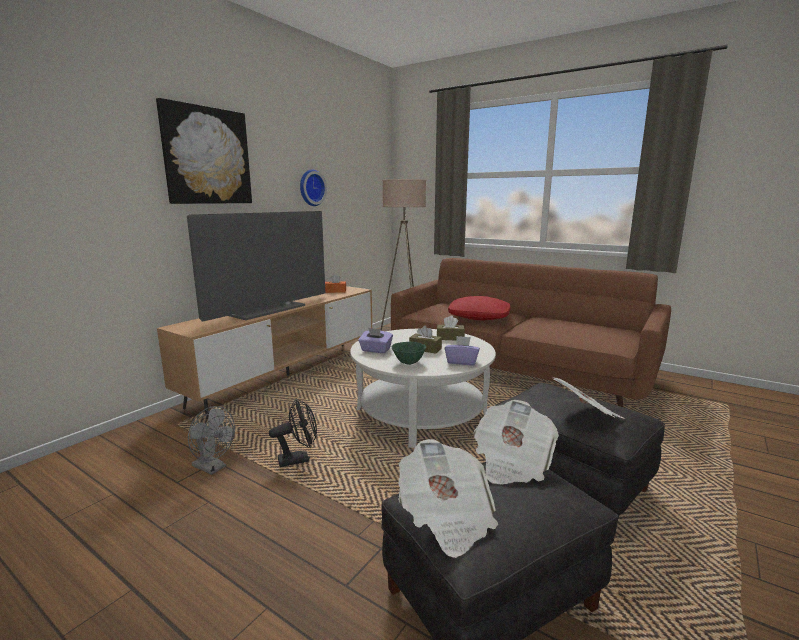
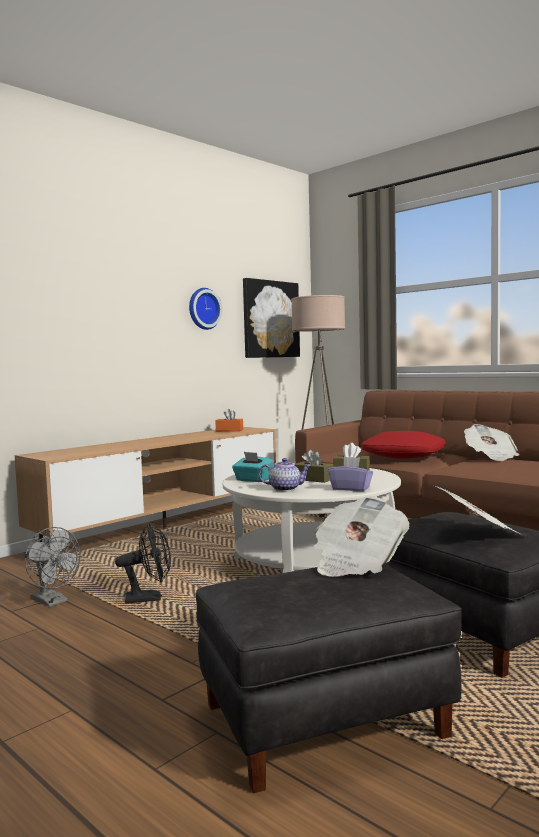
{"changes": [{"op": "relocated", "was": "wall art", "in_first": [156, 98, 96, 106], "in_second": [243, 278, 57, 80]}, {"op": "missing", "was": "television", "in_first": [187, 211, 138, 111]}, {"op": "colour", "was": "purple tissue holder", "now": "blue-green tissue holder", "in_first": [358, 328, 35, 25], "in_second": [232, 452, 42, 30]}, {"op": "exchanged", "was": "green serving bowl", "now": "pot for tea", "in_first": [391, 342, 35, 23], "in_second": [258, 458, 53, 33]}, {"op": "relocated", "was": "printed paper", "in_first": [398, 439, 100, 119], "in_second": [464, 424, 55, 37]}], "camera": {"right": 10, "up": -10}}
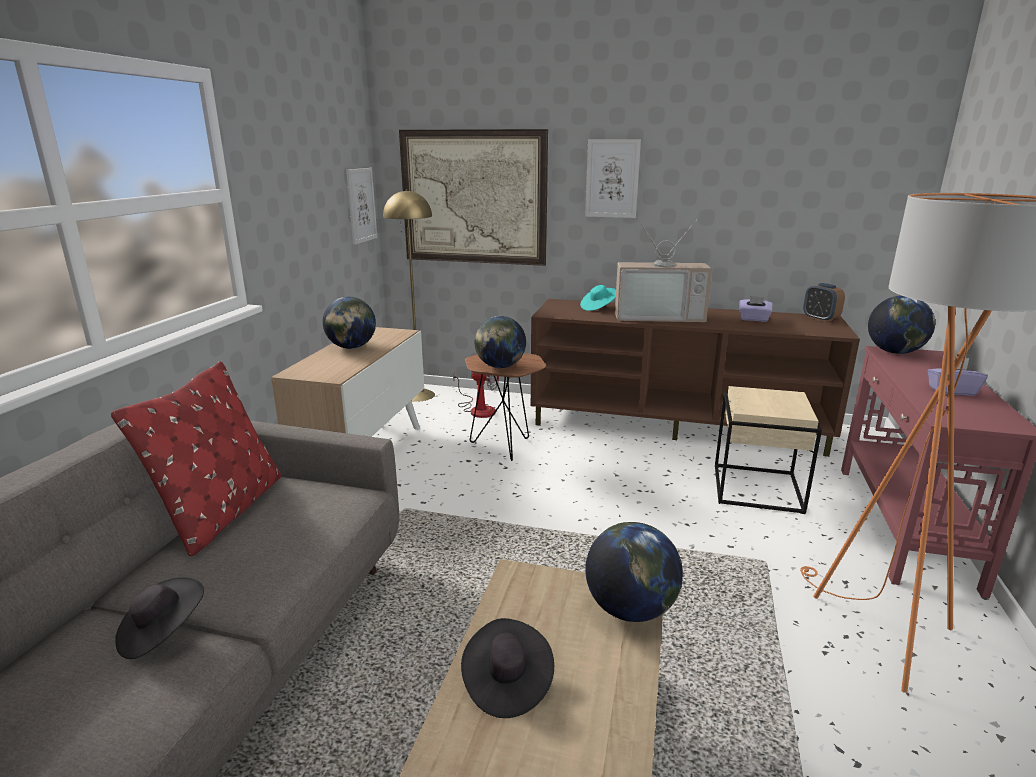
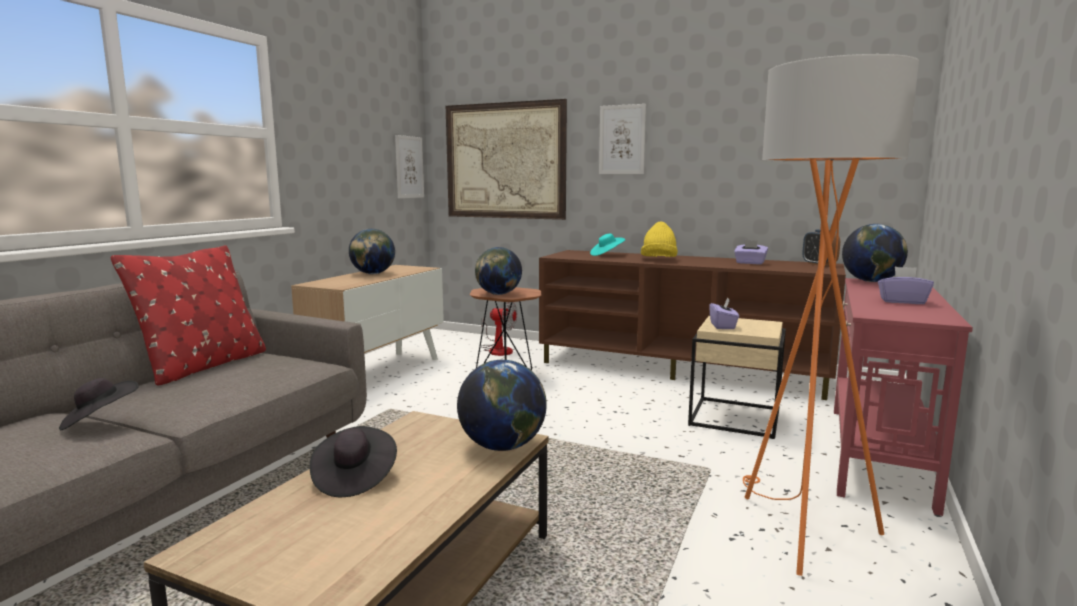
{"changes": [{"op": "missing", "was": "yellow standing lamp", "in_first": [383, 190, 52, 212]}, {"op": "exchanged", "was": "television", "now": "yellow hat", "in_first": [615, 219, 97, 103], "in_second": [641, 222, 37, 35]}, {"op": "appeared", "now": "purple tissue holder", "in_second": [709, 298, 30, 31]}], "camera": {"right": 10, "up": -10}}
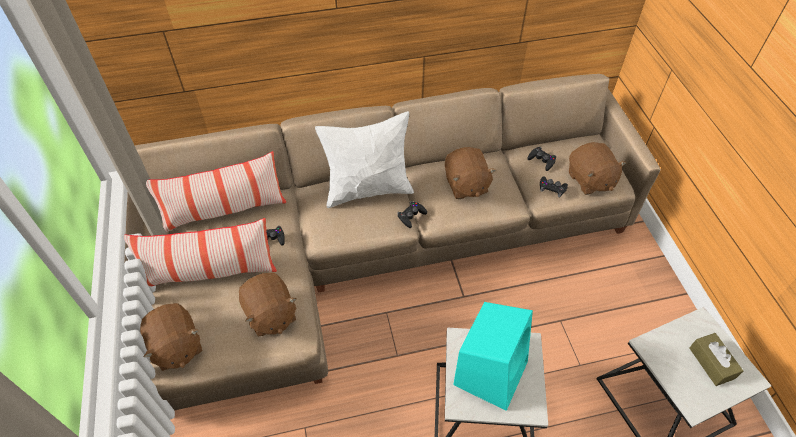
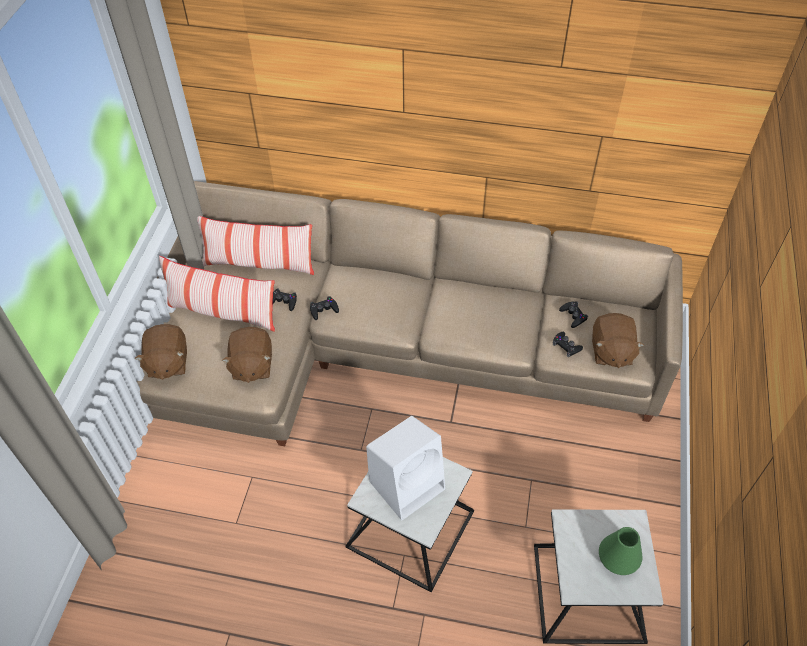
{"changes": [{"op": "missing", "was": "whitish pillow", "in_first": [315, 111, 99, 97]}, {"op": "relocated", "was": "black-coloured game controller", "in_first": [397, 201, 30, 27], "in_second": [310, 296, 29, 24]}, {"op": "missing", "was": "brown-coloured plush toy", "in_first": [445, 147, 51, 52]}, {"op": "colour", "was": "blue-green audio speaker", "now": "whitish audio speaker", "in_first": [453, 302, 80, 109], "in_second": [366, 416, 79, 104]}, {"op": "exchanged", "was": "brown-coloured tissue holder", "now": "green vase", "in_first": [689, 333, 54, 53], "in_second": [599, 527, 43, 48]}], "camera": {"right": 25, "up": 0}}
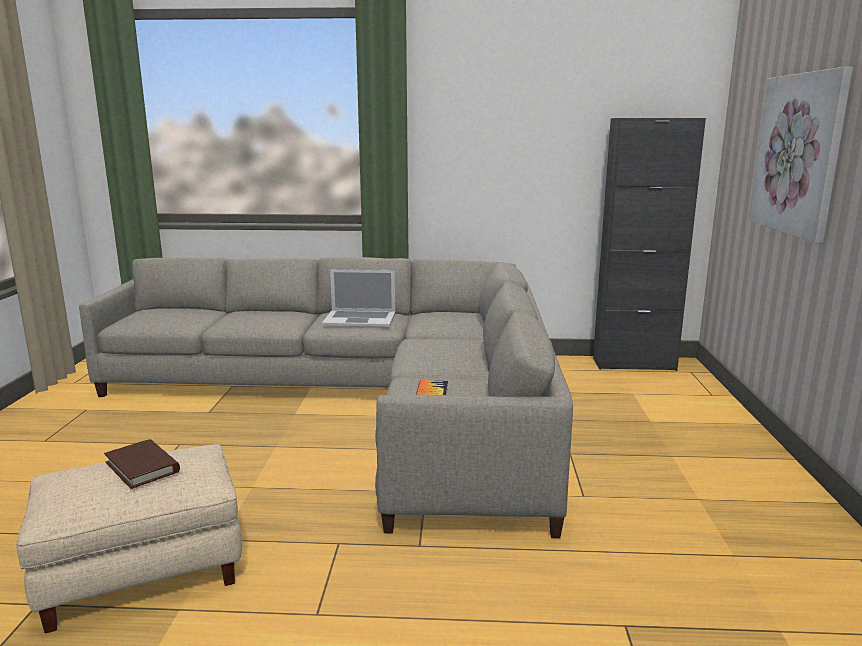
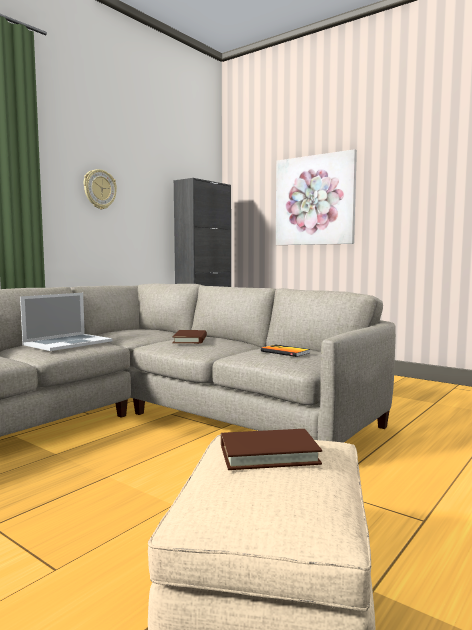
{"changes": [{"op": "appeared", "now": "clock on the wall", "in_second": [84, 169, 33, 40]}, {"op": "appeared", "now": "brown-coloured volume", "in_second": [173, 330, 34, 14]}], "camera": {"right": -55, "up": -10}}
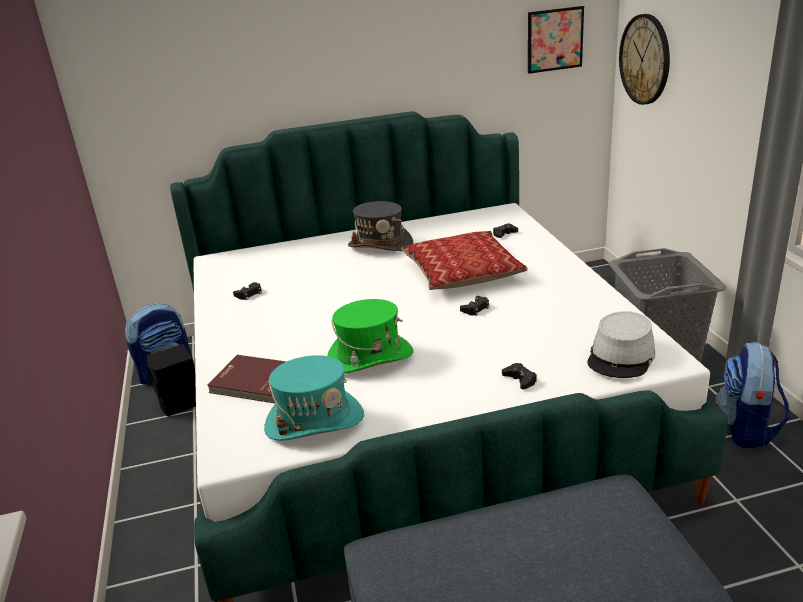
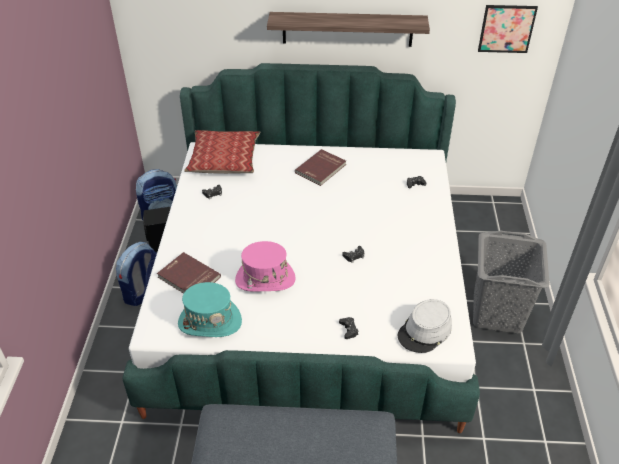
{"changes": [{"op": "colour", "was": "green hat", "now": "pink-coloured hat", "in_first": [327, 299, 86, 74], "in_second": [235, 241, 61, 51]}, {"op": "exchanged", "was": "grey hat", "now": "red volume", "in_first": [348, 201, 65, 50], "in_second": [295, 149, 51, 37]}, {"op": "relocated", "was": "pillow", "in_first": [401, 231, 127, 59], "in_second": [184, 130, 76, 44]}, {"op": "missing", "was": "clock on the wall", "in_first": [619, 14, 51, 91]}, {"op": "relocated", "was": "backpack", "in_first": [715, 342, 75, 106], "in_second": [116, 242, 41, 64]}, {"op": "appeared", "now": "shelf", "in_second": [267, 12, 163, 35]}], "camera": {"right": 15, "up": 15}}
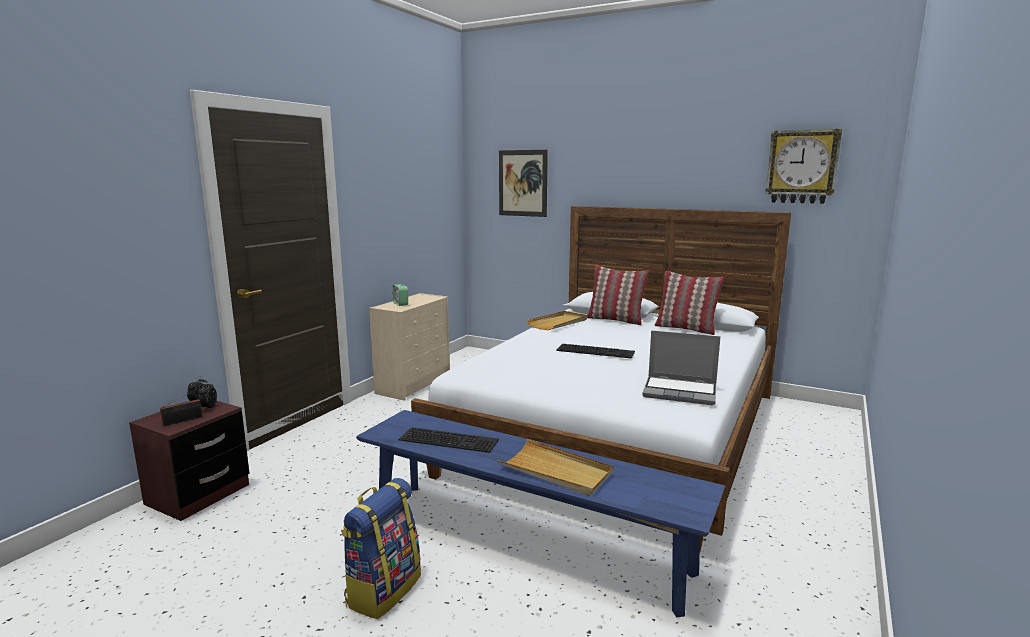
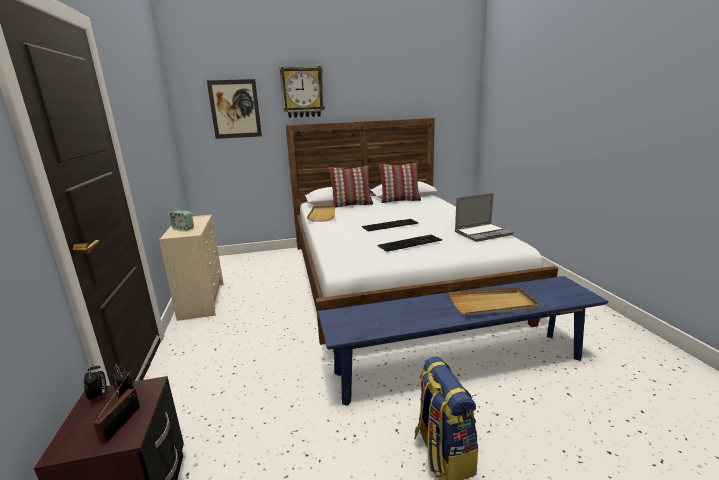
{"changes": [{"op": "relocated", "was": "keyboard", "in_first": [399, 427, 100, 26], "in_second": [377, 234, 65, 18]}, {"op": "relocated", "was": "clock on the wall", "in_first": [766, 129, 76, 75], "in_second": [280, 66, 45, 52]}], "camera": {"right": -40, "up": 5}}
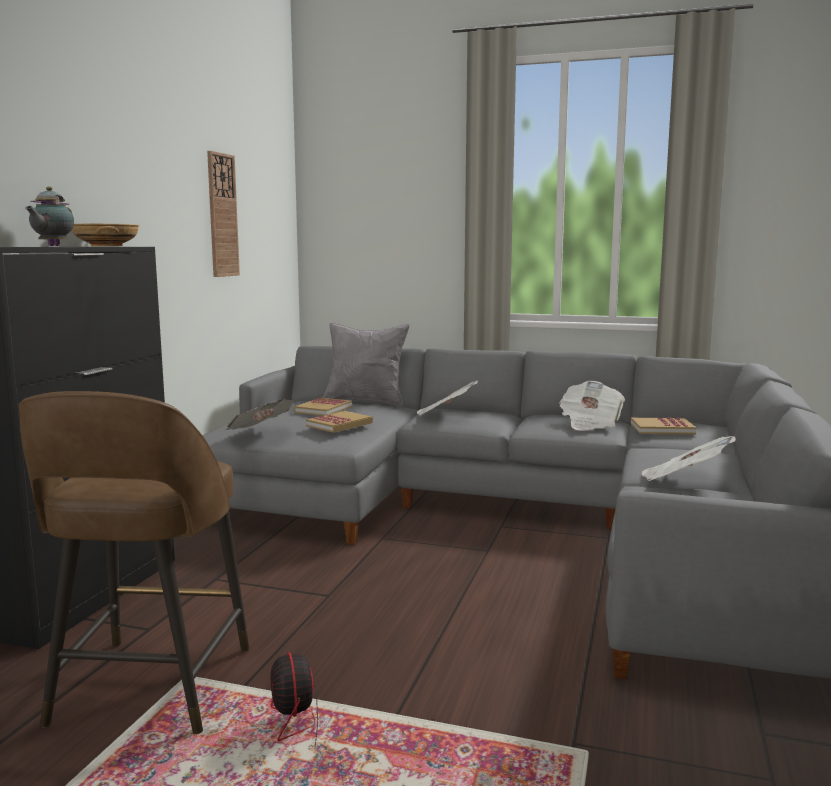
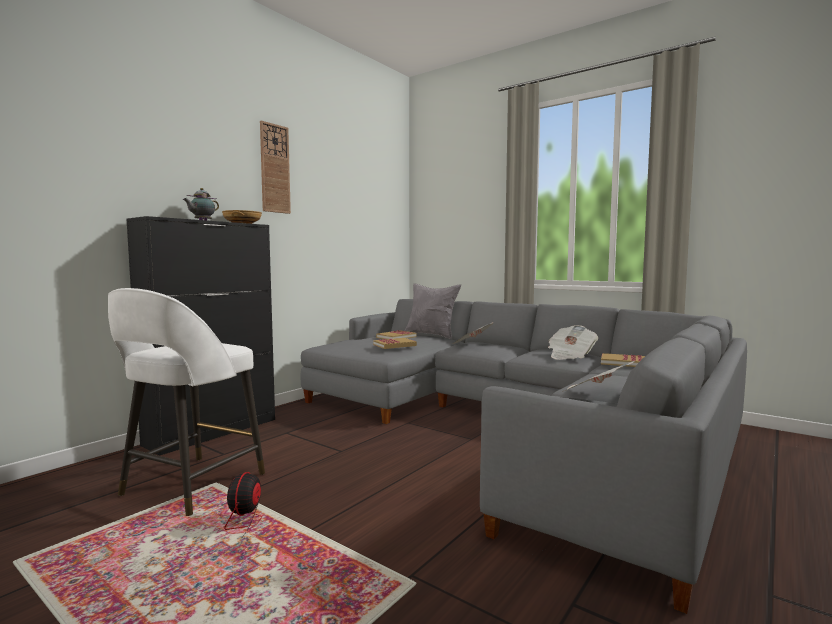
{"changes": [{"op": "colour", "was": "brown-coloured stool", "now": "whitish stool", "in_first": [18, 391, 231, 343], "in_second": [108, 288, 157, 228]}, {"op": "relocated", "was": "clock on the wall", "in_first": [207, 151, 33, 126], "in_second": [260, 120, 31, 94]}, {"op": "missing", "was": "printed paper", "in_first": [225, 399, 69, 31]}], "camera": {"right": 20, "up": -5}}
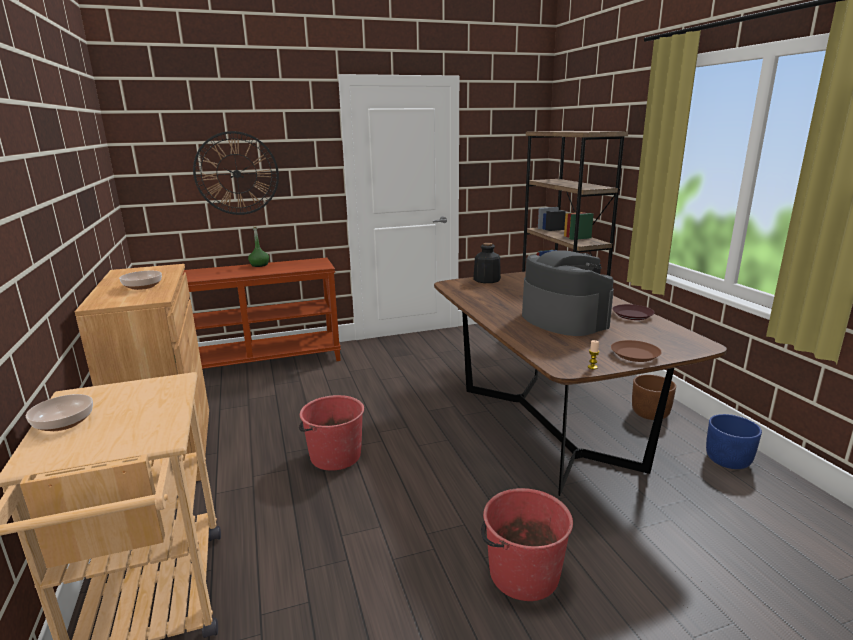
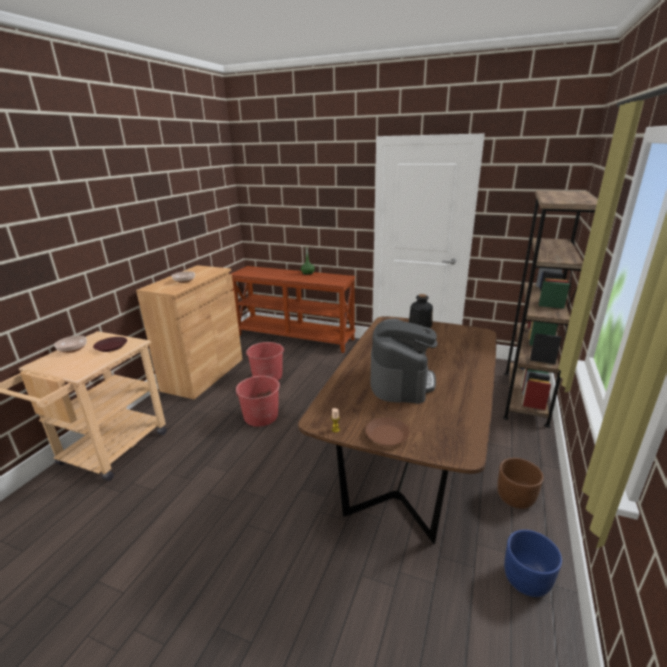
{"changes": [{"op": "missing", "was": "clock on the wall", "in_first": [193, 131, 86, 84]}, {"op": "relocated", "was": "red pail", "in_first": [481, 488, 92, 113], "in_second": [245, 342, 40, 38]}, {"op": "relocated", "was": "brown-coloured dinner plate", "in_first": [612, 304, 42, 16], "in_second": [93, 337, 34, 15]}], "camera": {"right": 40, "up": 5}}
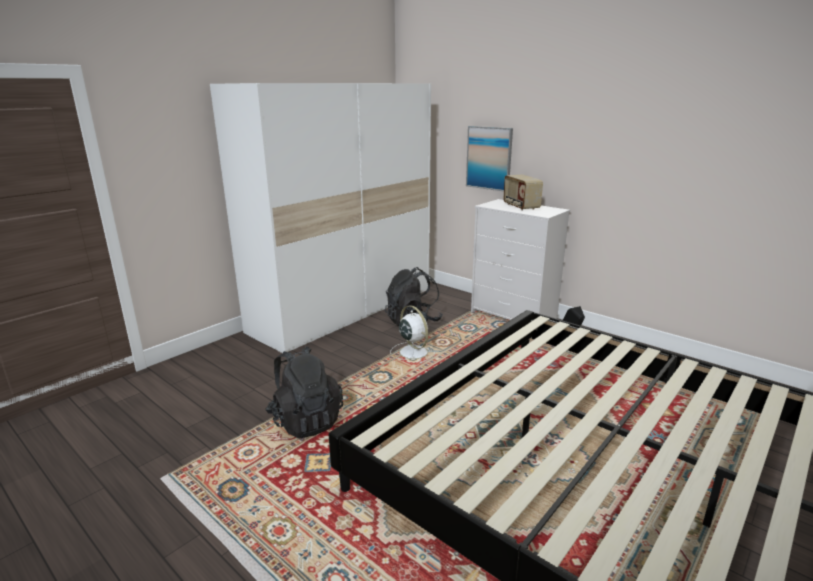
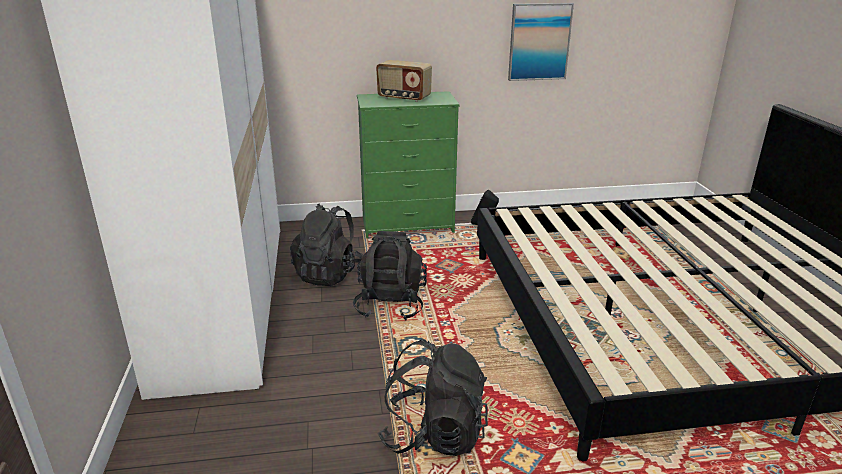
{"changes": [{"op": "exchanged", "was": "whitish electric fan", "now": "black-coloured backpack", "in_first": [390, 305, 45, 58], "in_second": [353, 231, 74, 89]}, {"op": "relocated", "was": "wall art", "in_first": [466, 126, 47, 66], "in_second": [508, 3, 66, 78]}, {"op": "colour", "was": "whitish dresser", "now": "green dresser", "in_first": [471, 199, 99, 121], "in_second": [357, 91, 103, 147]}], "camera": {"right": -50, "up": 5}}
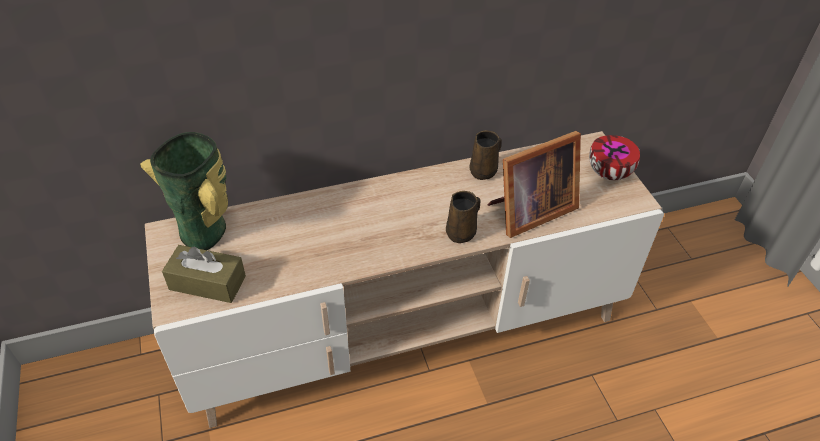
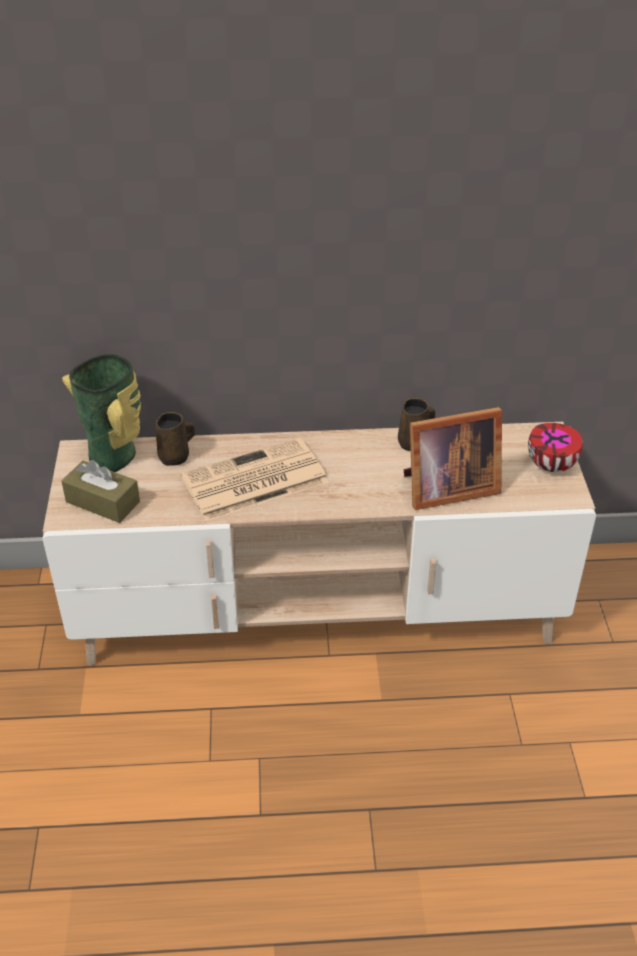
{"changes": [{"op": "relocated", "was": "brown-coloured coffee mug", "in_first": [446, 191, 35, 52], "in_second": [156, 412, 39, 54]}, {"op": "appeared", "now": "printed paper", "in_second": [181, 438, 147, 83]}], "camera": {"right": 15, "up": -5}}
